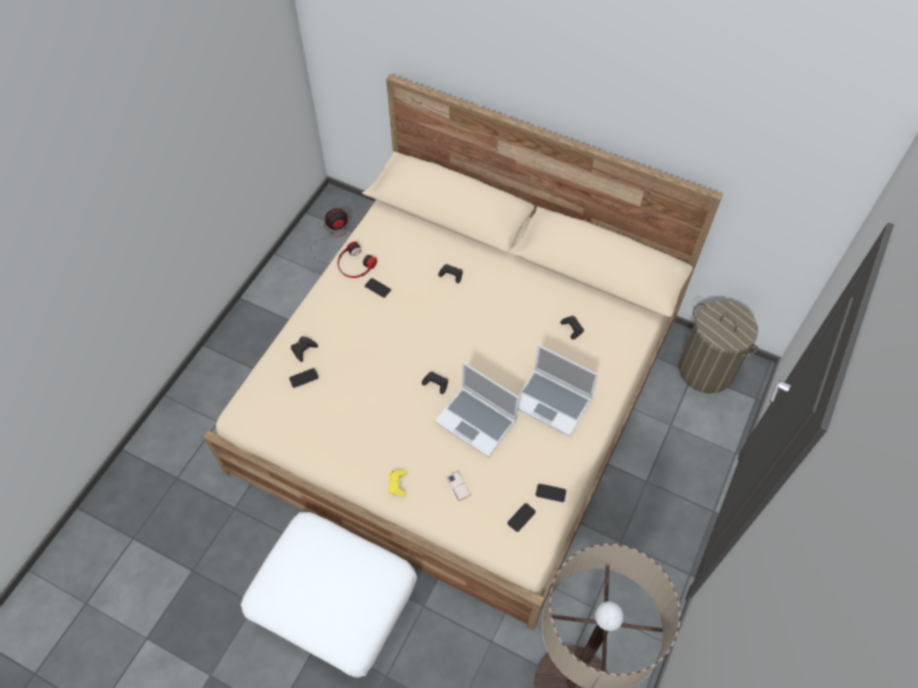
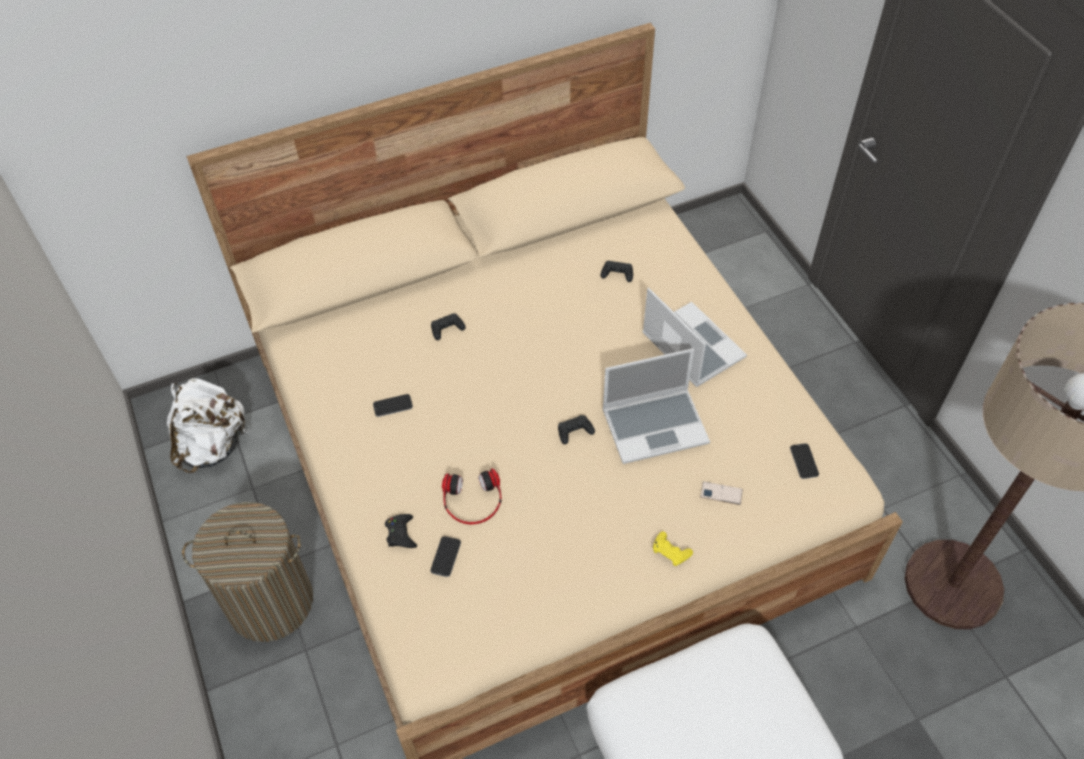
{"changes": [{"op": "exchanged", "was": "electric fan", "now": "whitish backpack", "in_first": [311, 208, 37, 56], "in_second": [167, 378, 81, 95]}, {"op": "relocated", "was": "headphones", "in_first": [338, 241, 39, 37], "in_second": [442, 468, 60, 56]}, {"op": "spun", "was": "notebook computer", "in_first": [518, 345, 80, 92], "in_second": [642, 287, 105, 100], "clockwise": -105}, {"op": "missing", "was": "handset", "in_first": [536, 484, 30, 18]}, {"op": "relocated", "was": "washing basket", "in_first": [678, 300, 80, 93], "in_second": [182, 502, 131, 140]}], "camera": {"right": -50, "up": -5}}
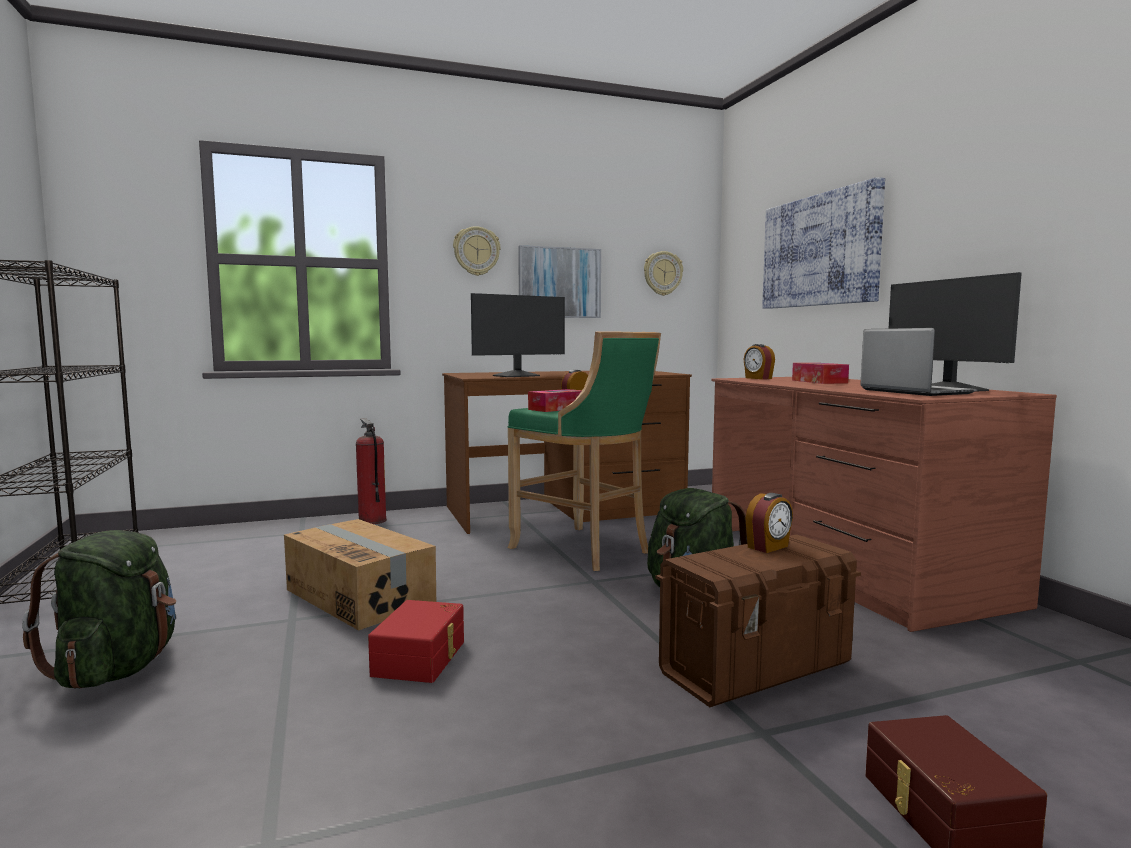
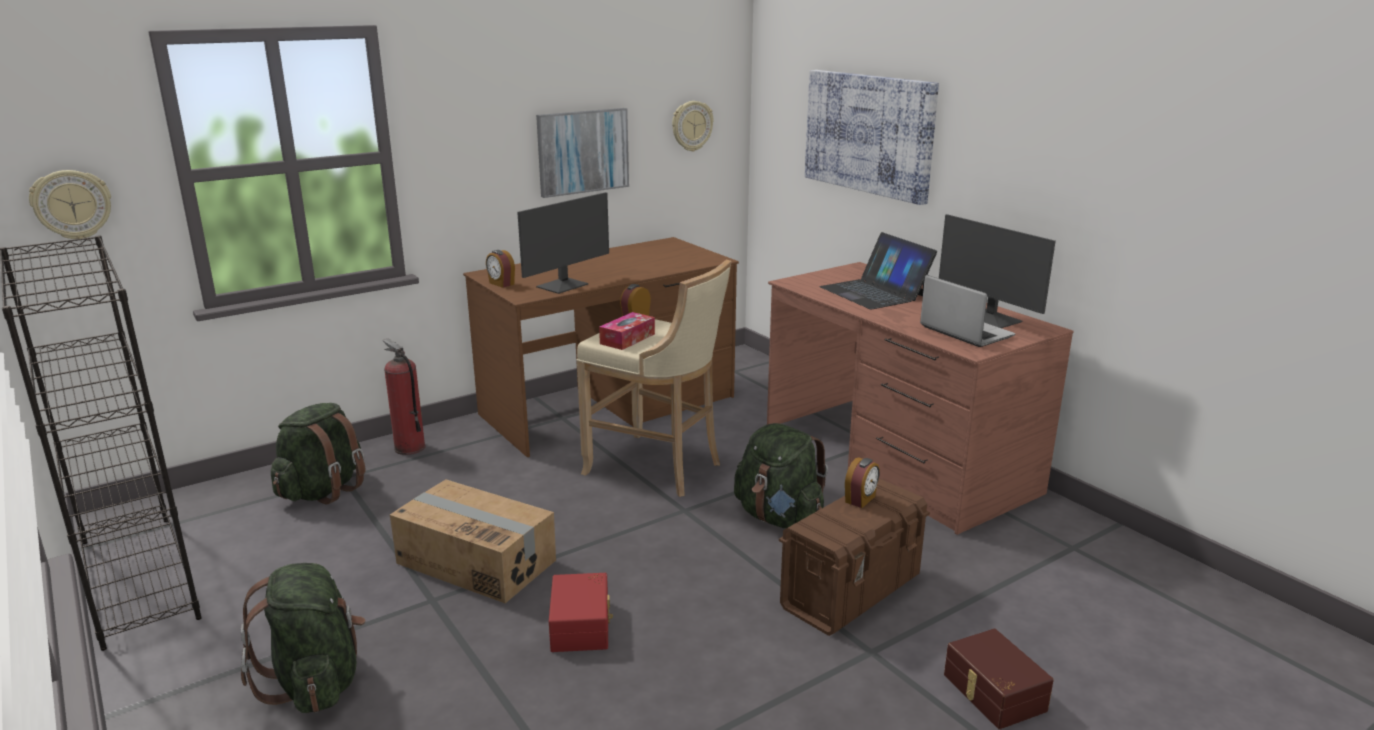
{"changes": [{"op": "relocated", "was": "clock on the wall", "in_first": [453, 226, 47, 50], "in_second": [29, 170, 82, 69]}, {"op": "colour", "was": "green stool", "now": "beige-coloured stool", "in_first": [507, 331, 154, 240], "in_second": [576, 260, 156, 237]}, {"op": "relocated", "was": "alarm clock", "in_first": [744, 344, 31, 35], "in_second": [486, 250, 29, 38]}, {"op": "exchanged", "was": "tissue holder", "now": "notebook computer", "in_first": [792, 363, 57, 21], "in_second": [820, 232, 117, 78]}, {"op": "appeared", "now": "green backpack", "in_second": [271, 403, 95, 101]}], "camera": {"right": -15, "up": 15}}
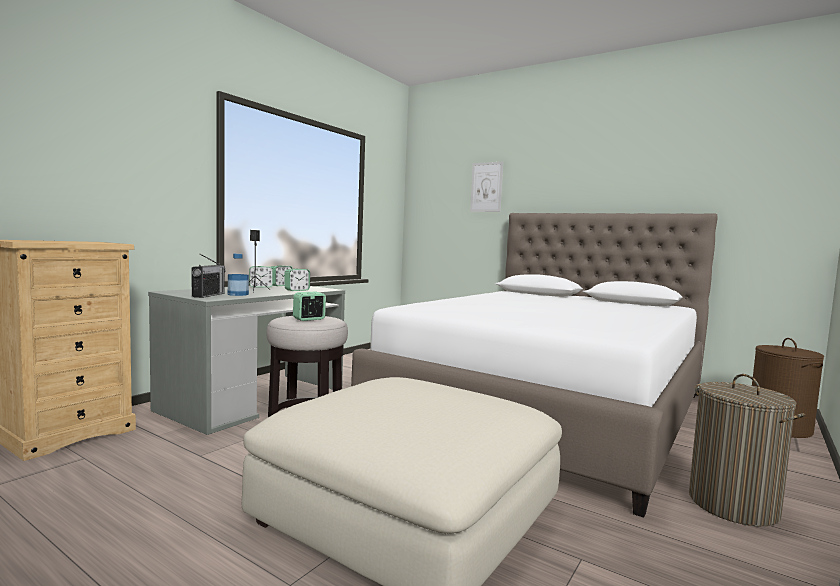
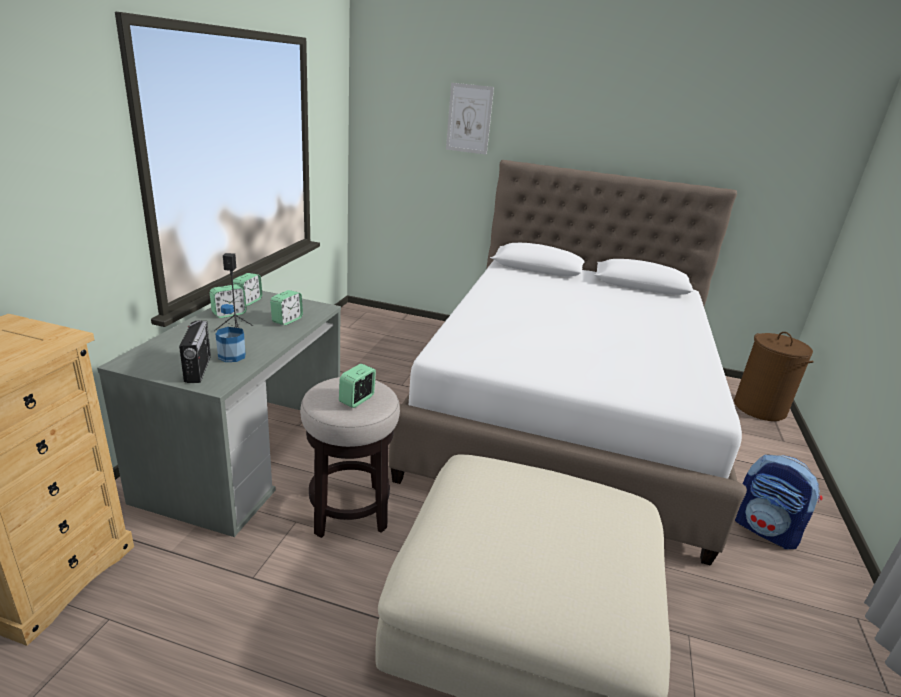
{"changes": [{"op": "exchanged", "was": "washing basket", "now": "backpack", "in_first": [689, 374, 116, 152], "in_second": [735, 454, 87, 95]}], "camera": {"right": -20, "up": 20}}
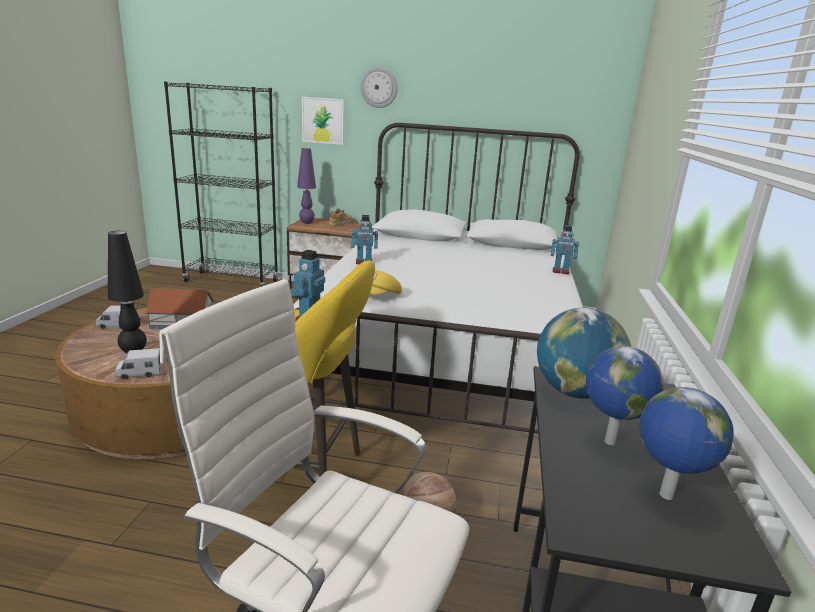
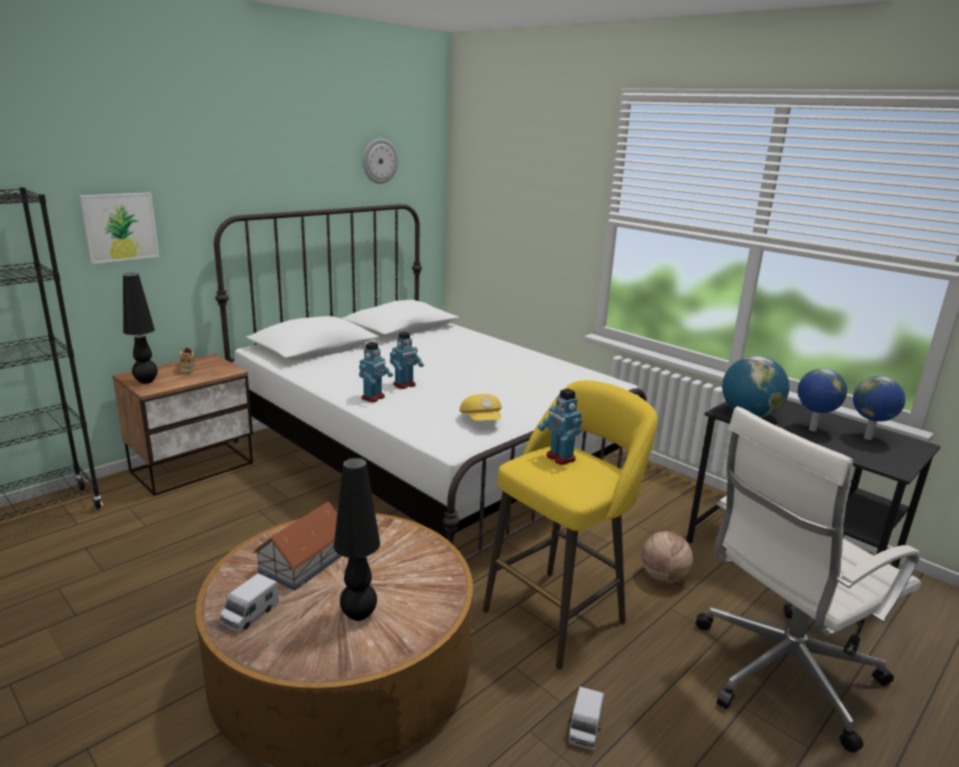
{"changes": [{"op": "relocated", "was": "toy truck", "in_first": [115, 348, 48, 31], "in_second": [568, 687, 36, 63]}, {"op": "colour", "was": "purple lamp for a table", "now": "black-coloured lamp for a table", "in_first": [297, 148, 19, 76], "in_second": [123, 273, 35, 111]}, {"op": "relocated", "was": "clock on the wall", "in_first": [360, 67, 38, 41], "in_second": [363, 138, 35, 46]}, {"op": "relocated", "was": "robot figure", "in_first": [551, 225, 28, 49], "in_second": [390, 332, 34, 57]}], "camera": {"right": -55, "up": 0}}
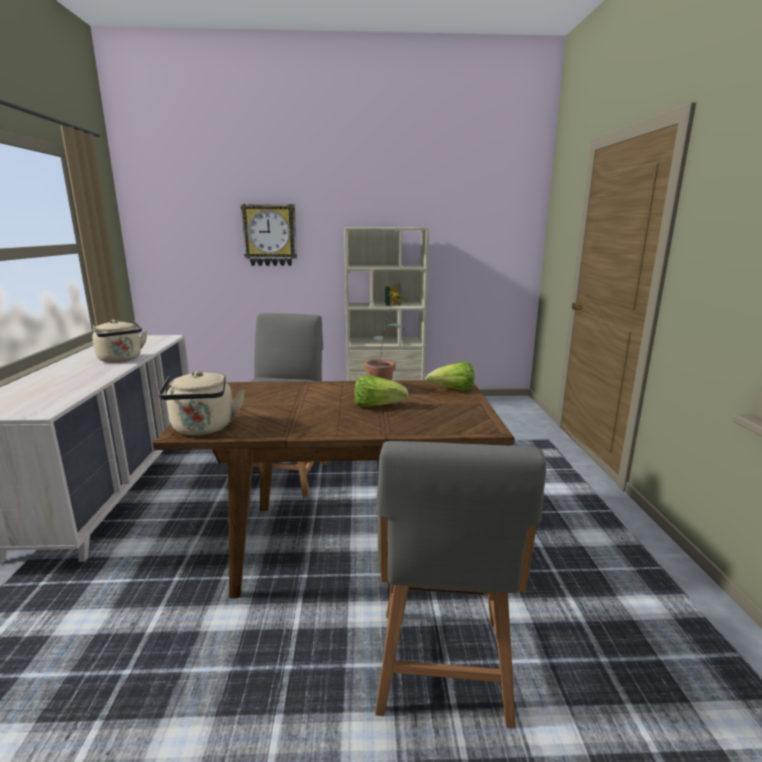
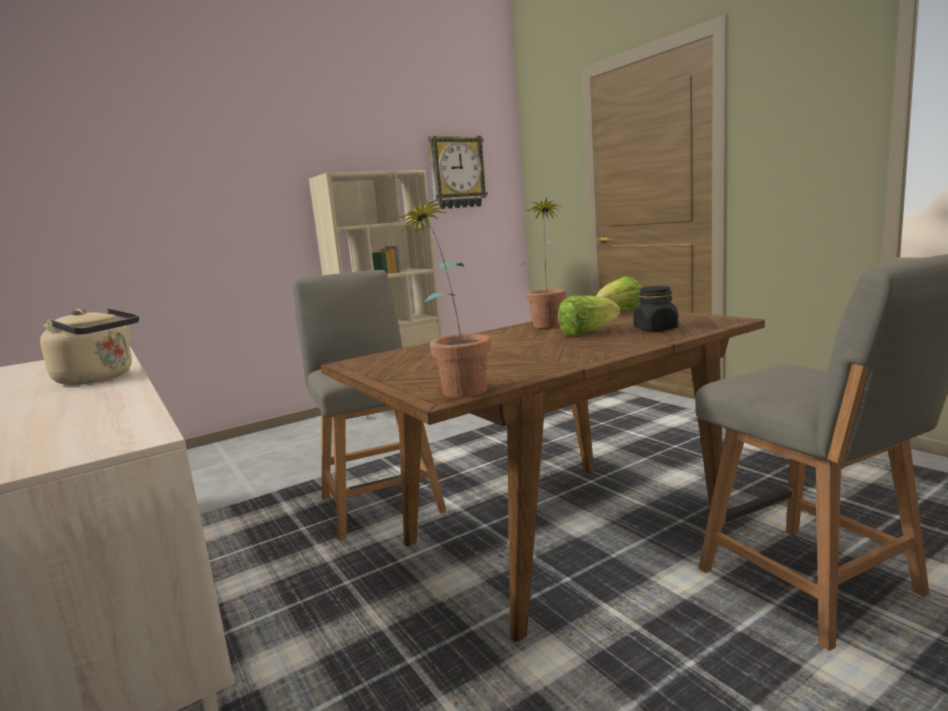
{"changes": [{"op": "exchanged", "was": "beige-coloured water kettle", "now": "plant in a pot", "in_first": [158, 371, 87, 64], "in_second": [400, 197, 91, 201]}, {"op": "relocated", "was": "clock on the wall", "in_first": [240, 204, 57, 62], "in_second": [428, 136, 60, 73]}, {"op": "appeared", "now": "black-coloured jar", "in_second": [634, 286, 45, 46]}], "camera": {"right": -30, "up": -5}}
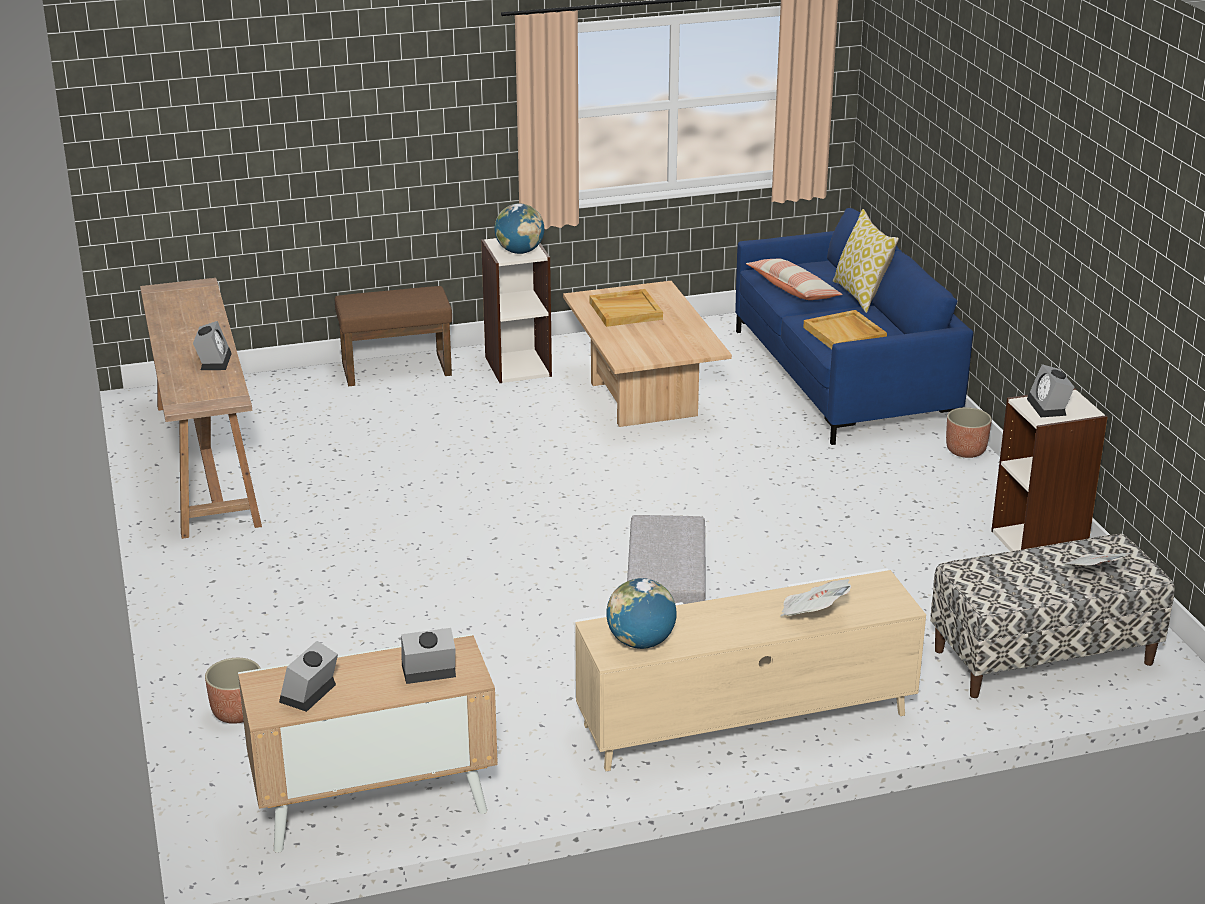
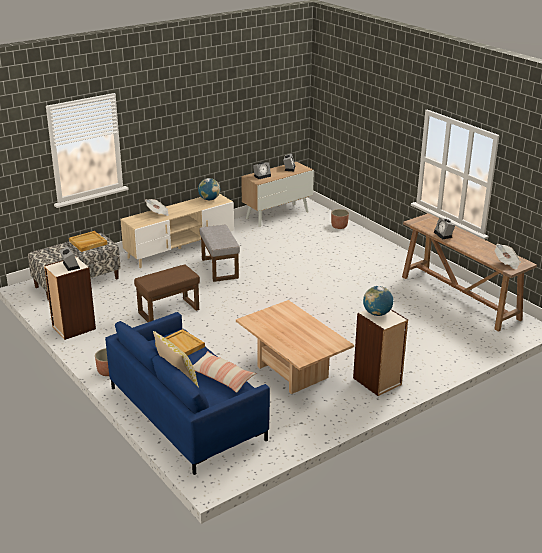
{"changes": [{"op": "relocated", "was": "brown-coloured pouffe", "in_first": [335, 286, 117, 100], "in_second": [134, 264, 66, 58]}, {"op": "relocated", "was": "beige-coloured carrying tray", "in_first": [590, 289, 73, 38], "in_second": [69, 231, 39, 21]}, {"op": "relocated", "was": "printed paper", "in_first": [1063, 553, 69, 12], "in_second": [494, 244, 27, 26]}], "camera": {"right": 160, "up": 0}}
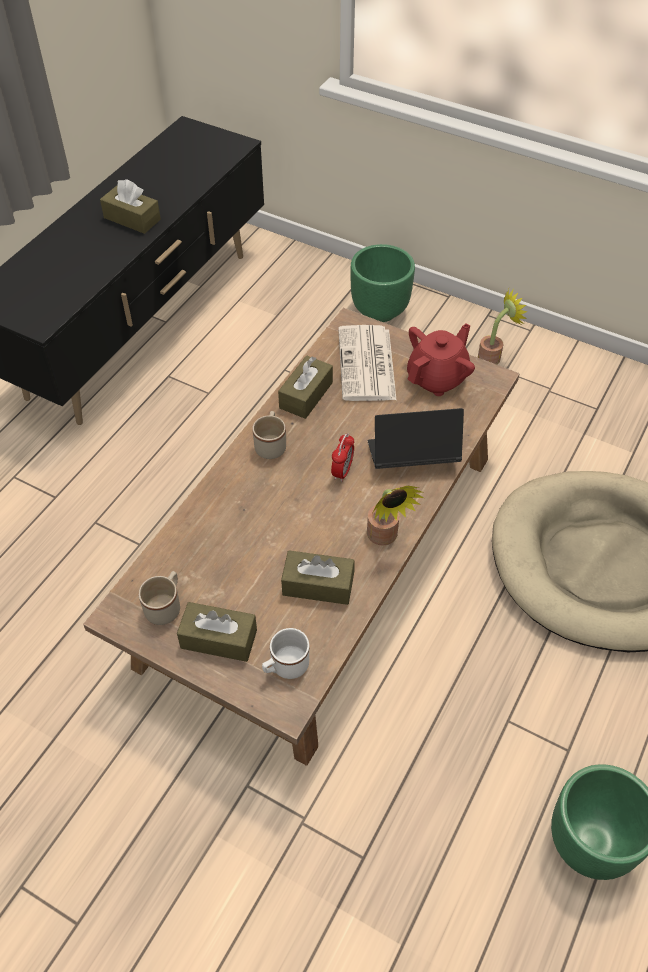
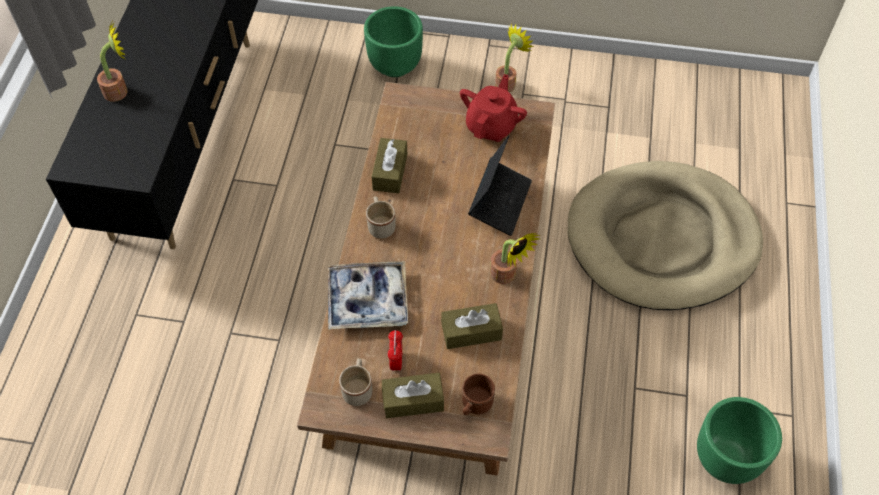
{"changes": [{"op": "missing", "was": "brown-coloured tissue holder", "in_first": [100, 179, 61, 55]}, {"op": "colour", "was": "whitish coffee mug", "now": "brown-coloured coffee mug", "in_first": [262, 628, 47, 51], "in_second": [462, 373, 33, 42]}, {"op": "relocated", "was": "alarm clock", "in_first": [331, 433, 23, 49], "in_second": [388, 330, 15, 42]}, {"op": "missing", "was": "printed paper", "in_first": [338, 325, 59, 76]}, {"op": "spun", "was": "notebook computer", "in_first": [368, 408, 96, 61], "in_second": [468, 135, 64, 101], "clockwise": 135}, {"op": "appeared", "now": "plant in a pot", "in_second": [97, 21, 31, 81]}, {"op": "appeared", "now": "carrying tray", "in_second": [328, 261, 80, 69]}], "camera": {"right": -20, "up": 5}}
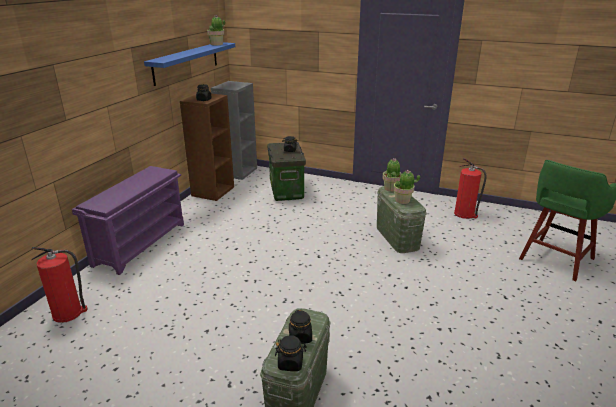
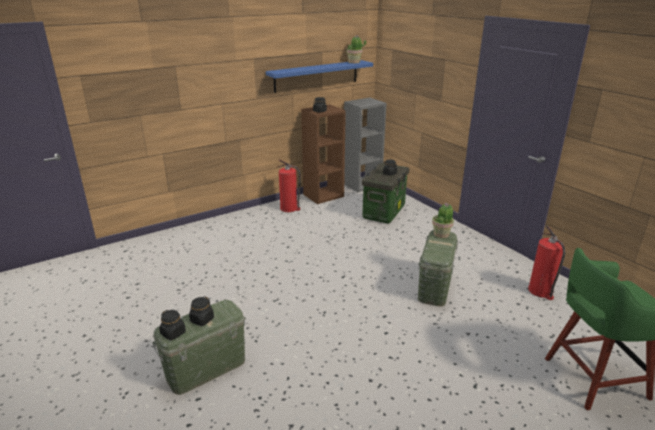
{"changes": [{"op": "relocated", "was": "fire-fighting cylinder", "in_first": [31, 247, 57, 76], "in_second": [278, 159, 23, 53]}, {"op": "missing", "was": "purple shoe shelf", "in_first": [72, 166, 112, 109]}, {"op": "missing", "was": "plant in a pot", "in_first": [393, 169, 27, 35]}], "camera": {"right": 35, "up": 0}}
